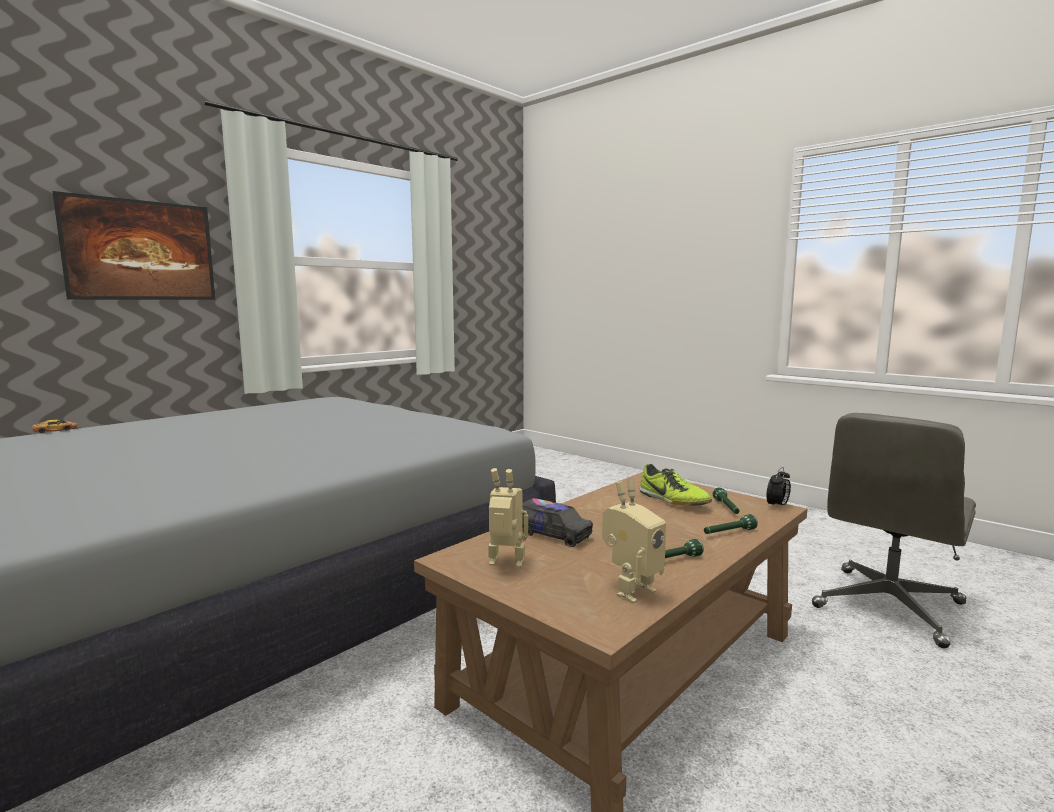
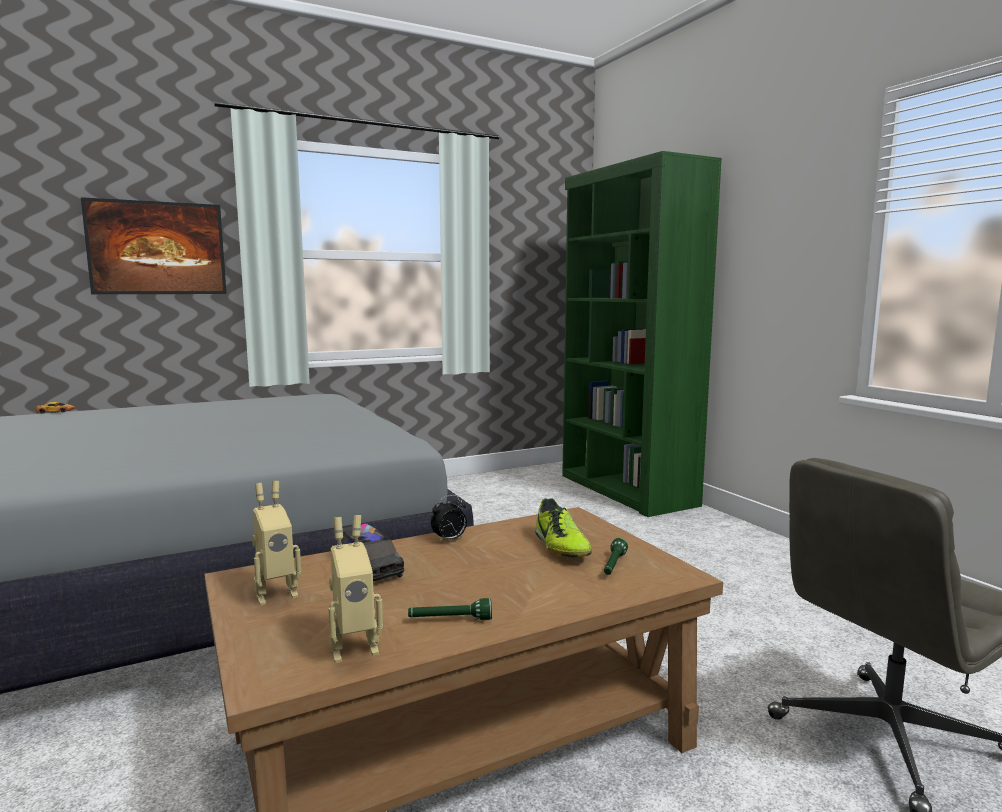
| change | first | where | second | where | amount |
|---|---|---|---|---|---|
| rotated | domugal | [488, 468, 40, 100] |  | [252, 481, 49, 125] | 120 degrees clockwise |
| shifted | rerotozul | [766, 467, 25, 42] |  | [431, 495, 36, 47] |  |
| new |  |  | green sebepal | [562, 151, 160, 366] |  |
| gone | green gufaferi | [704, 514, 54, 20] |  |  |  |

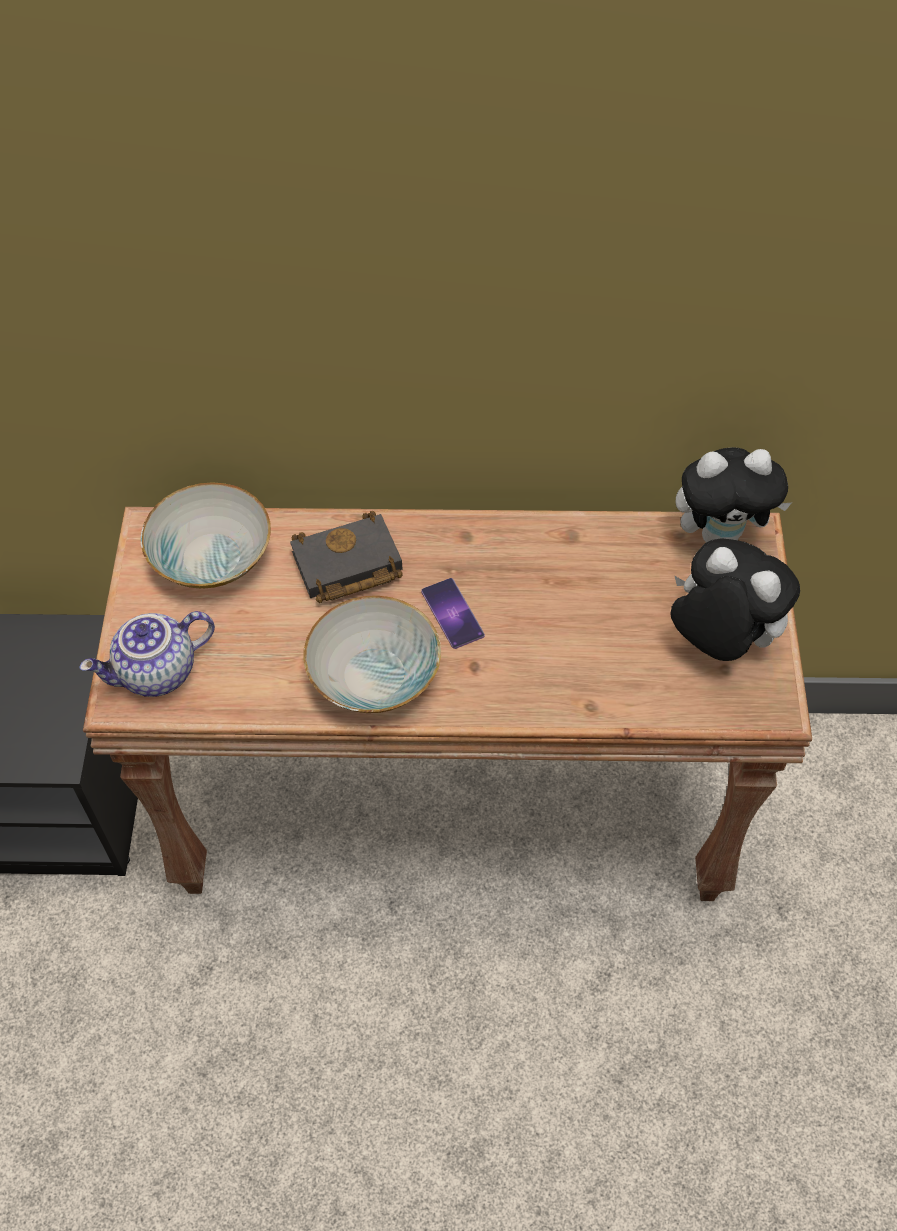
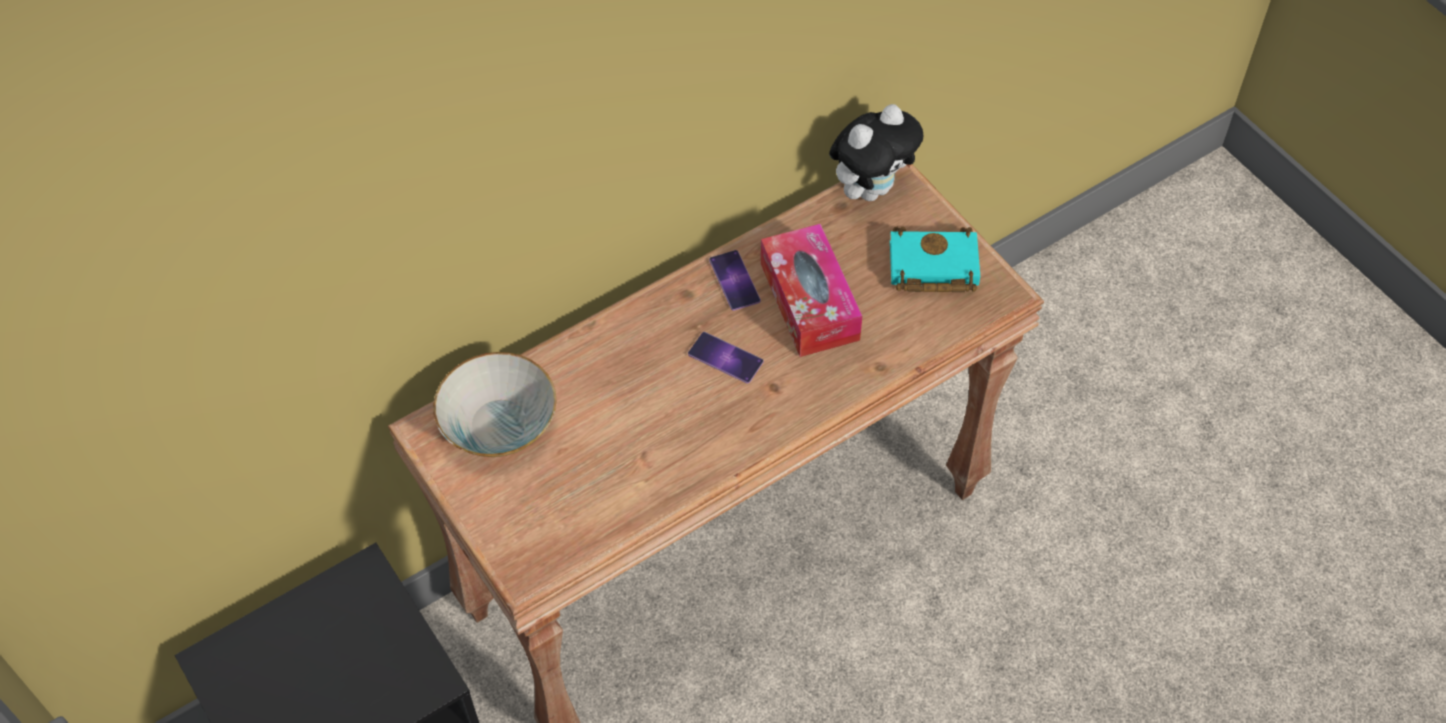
| change | first | where | second | where | amount |
|---|---|---|---|---|---|
| new |  |  | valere | [709, 250, 52, 61] |  |
| new |  |  | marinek | [761, 224, 101, 133] |  |
| swapped | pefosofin | [670, 538, 130, 123] | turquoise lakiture | [890, 227, 90, 65] |  |
| gone | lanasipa | [79, 611, 136, 86] |  |  |  |
| gone | black lakiture | [290, 511, 113, 92] |  |  |  |
| gone | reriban | [303, 596, 138, 117] |  |  |  |

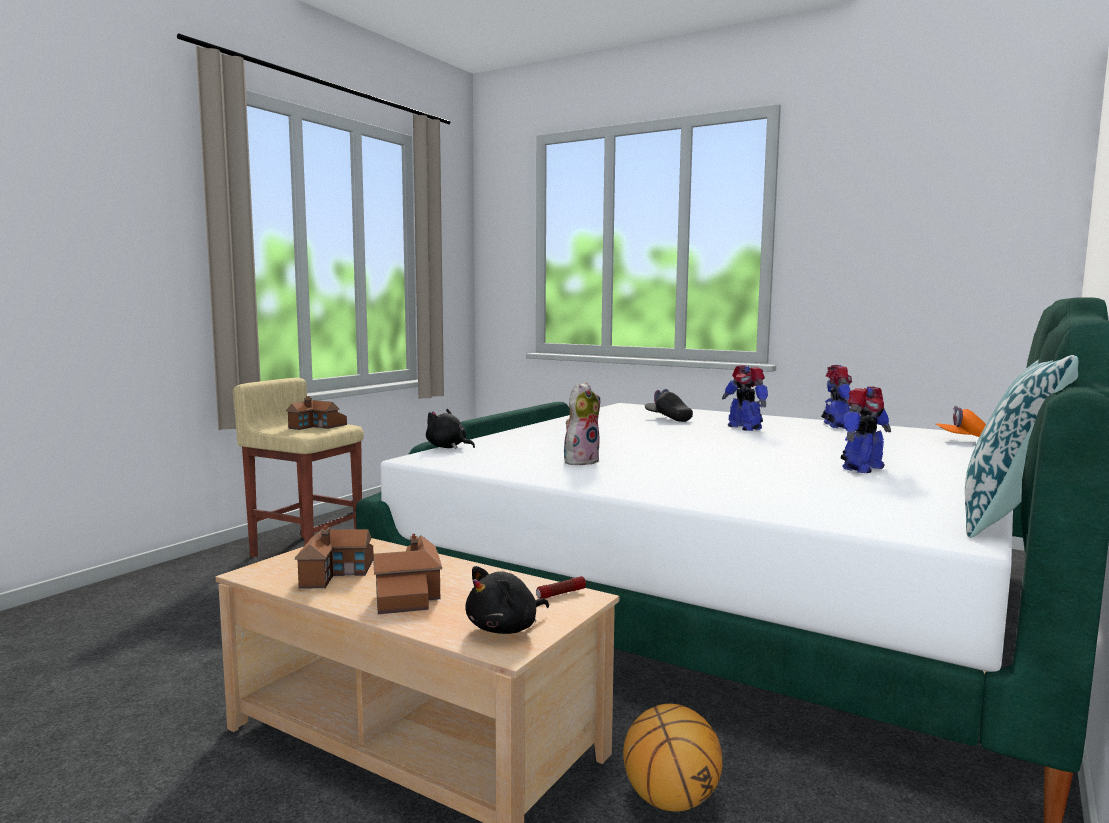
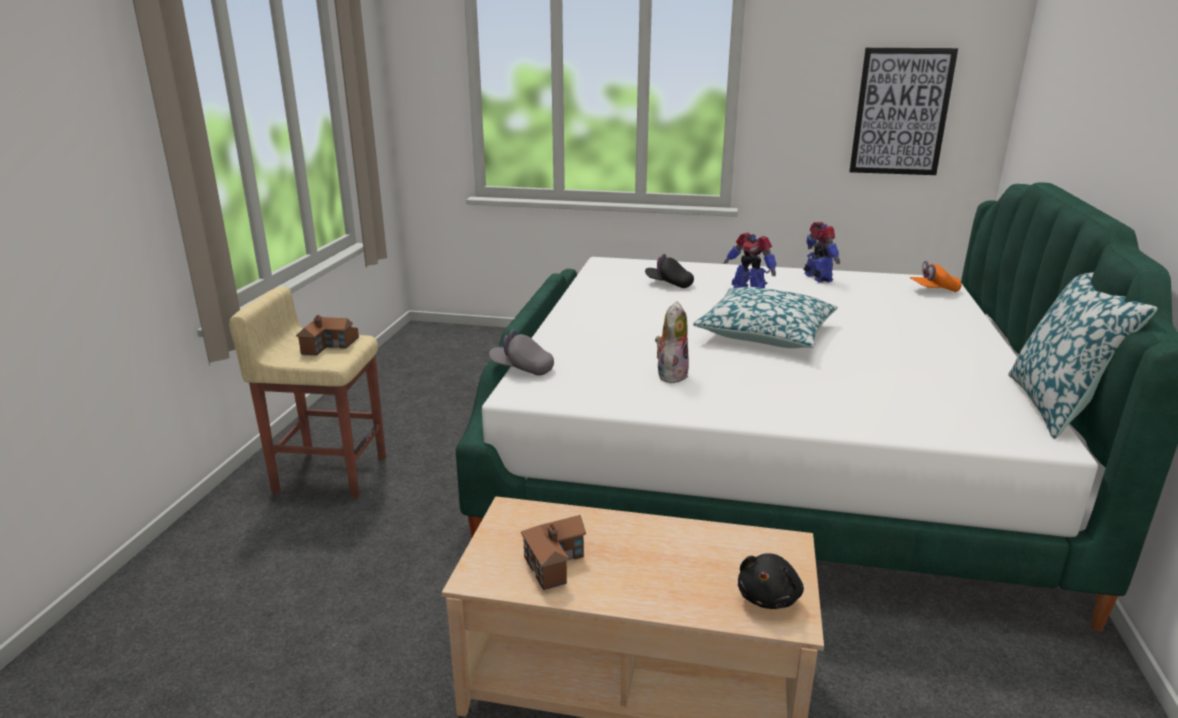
| change | first | where | second | where | amount |
|---|---|---|---|---|---|
| swapped | black pefosofin | [426, 409, 49, 40] | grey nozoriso | [489, 329, 65, 47] |  |
| new |  |  | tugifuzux | [693, 287, 145, 61] |  |
| new |  |  | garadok | [849, 48, 109, 127] |  |
| gone | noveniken | [373, 534, 69, 80] |  |  |  |
| gone | gufaferi | [536, 576, 50, 23] |  |  |  |
| gone | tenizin | [623, 704, 100, 108] |  |  |  |
| gone | domugal | [841, 387, 50, 86] |  |  |  |

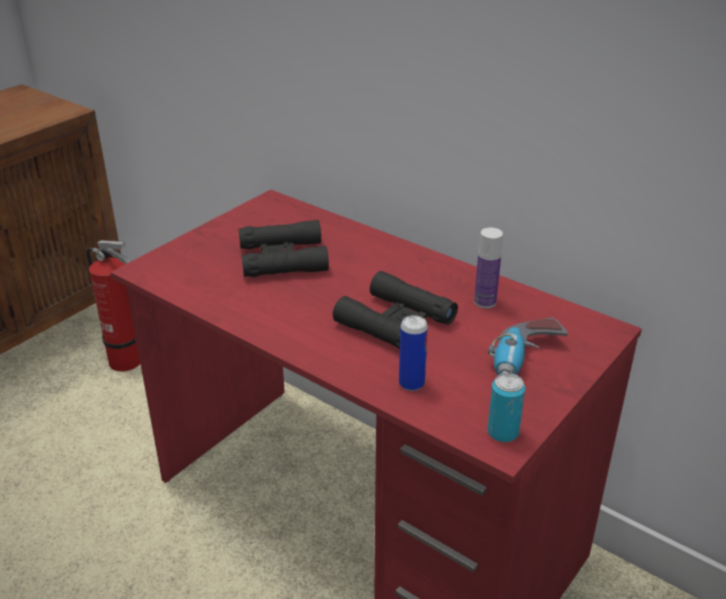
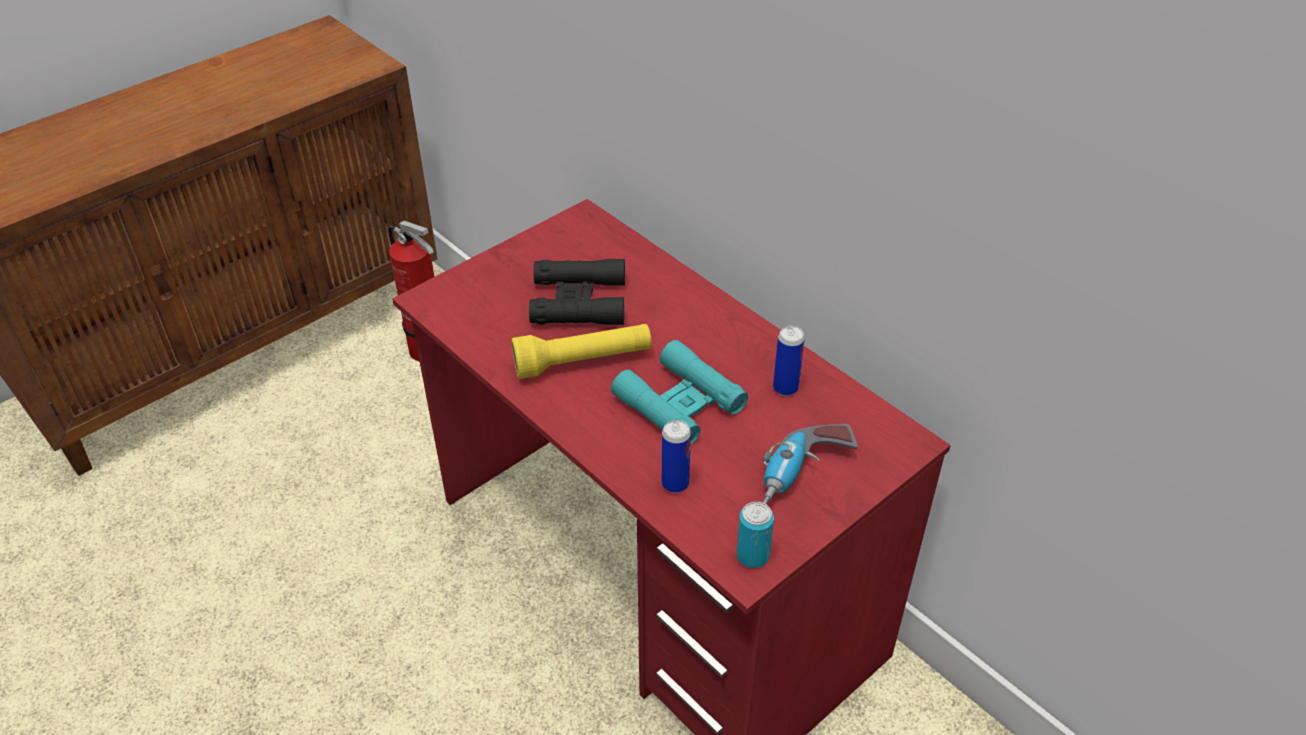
| change | first | where | second | where | amount |
|---|---|---|---|---|---|
| new |  |  | yellow gufaferi | [511, 324, 141, 55] |  |
| repainted | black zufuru | [333, 271, 125, 78] | turquoise zufuru | [611, 340, 137, 106] |  |
| swapped | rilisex | [474, 228, 29, 81] | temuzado | [773, 326, 32, 70] |  |

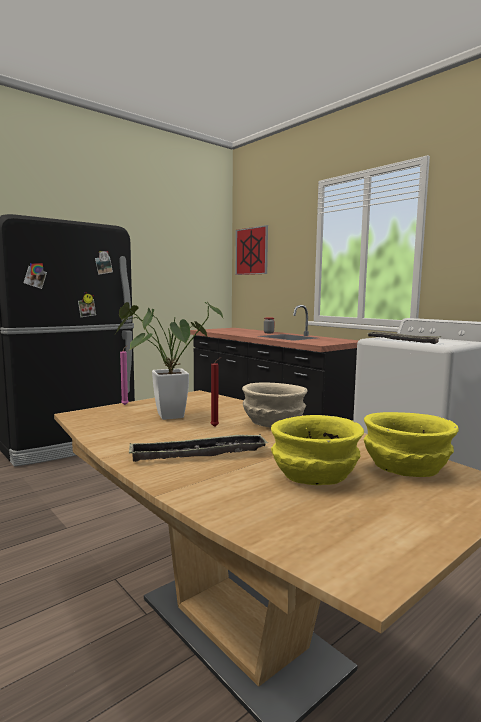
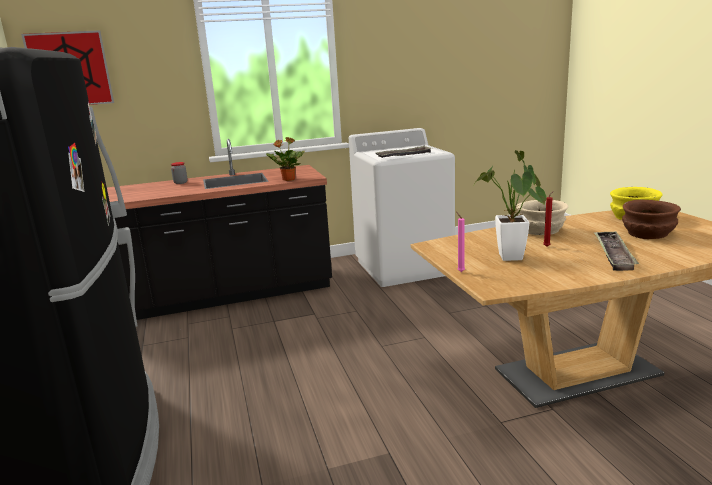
| change | first | where | second | where | amount |
|---|---|---|---|---|---|
| new |  |  | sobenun | [266, 137, 39, 44] |  |
| repainted | yellow reriban | [271, 415, 93, 70] | brown reriban | [622, 200, 59, 39] |  |

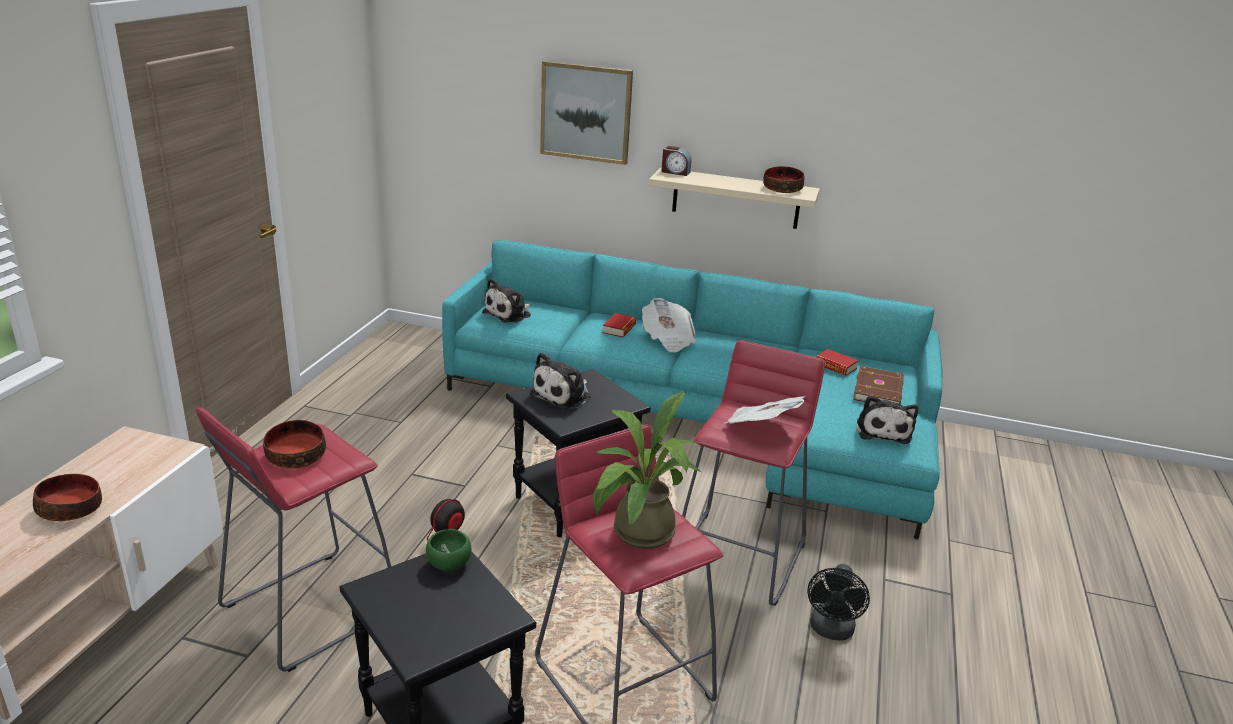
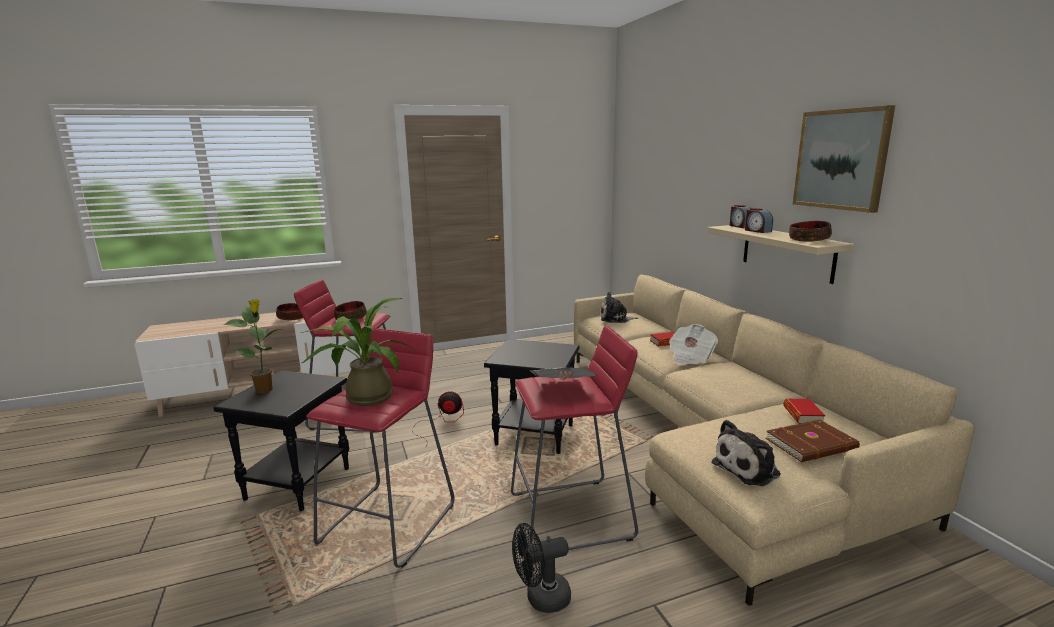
| change | first | where | second | where | amount |
|---|---|---|---|---|---|
| new |  |  | sobenun | [223, 299, 60, 95] |  |
| repainted | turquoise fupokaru | [442, 240, 500, 300] | beige fupokaru | [574, 275, 401, 331] |  |
| new |  |  | rerotozul | [745, 208, 28, 25] |  |
| shifted | garadok | [540, 61, 93, 104] |  | [793, 105, 102, 108] |  |
| gone | green reriban | [426, 529, 45, 42] |  |  |  |
| gone | pefosofin | [530, 352, 61, 57] |  |  |  |

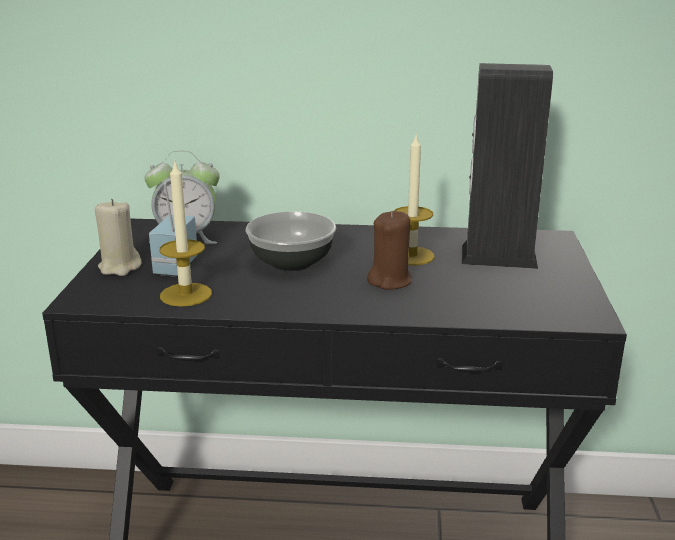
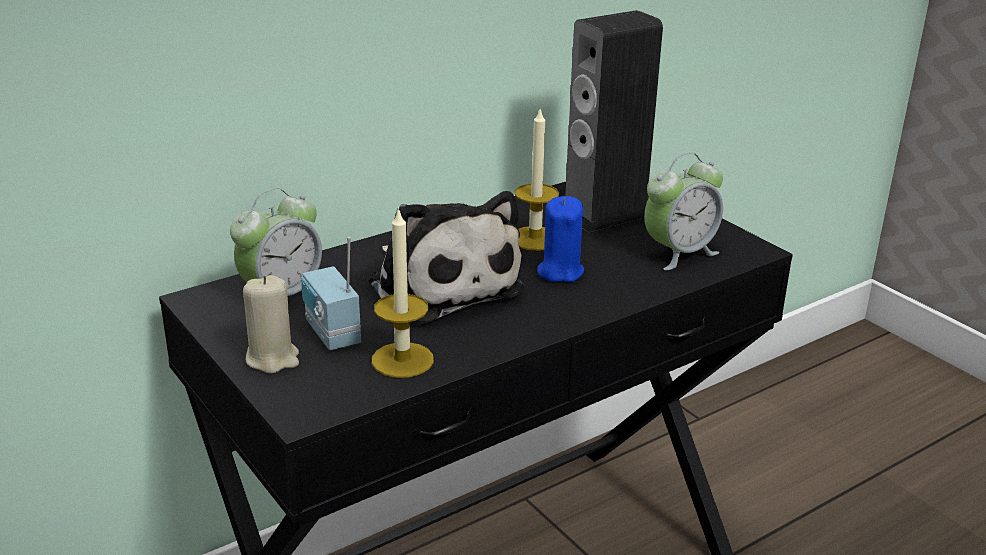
| change | first | where | second | where | amount |
|---|---|---|---|---|---|
| swapped | reriban | [246, 212, 90, 59] | pefosofin | [369, 191, 155, 134] |  |
| repainted | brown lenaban | [367, 211, 45, 79] | blue lenaban | [537, 196, 47, 86] |  |
| new |  |  | rerotozul | [644, 152, 79, 119] |  |

